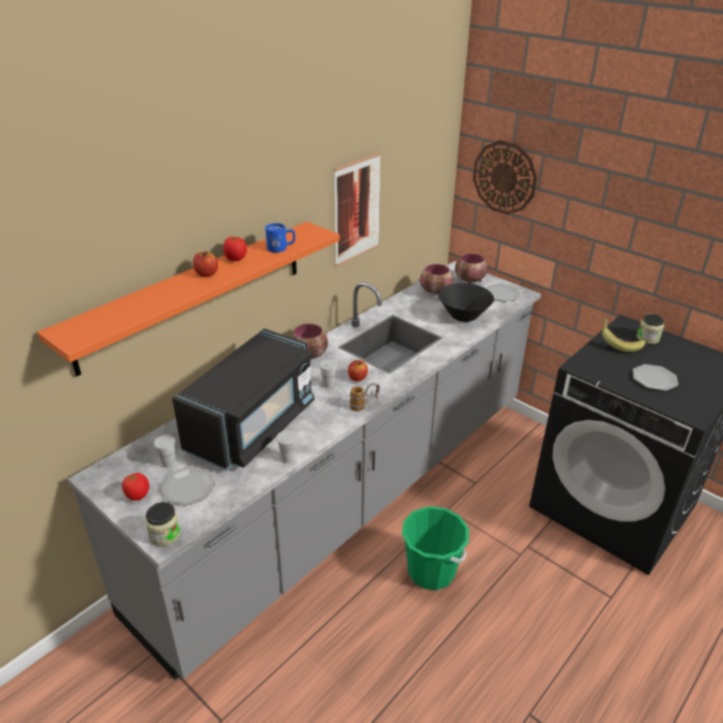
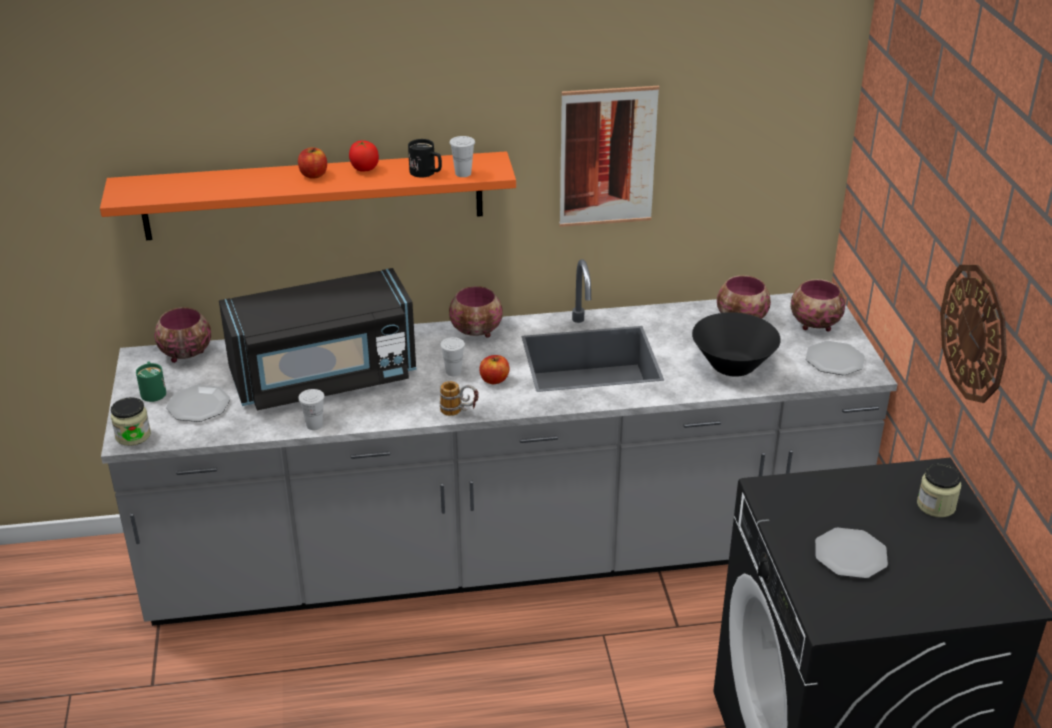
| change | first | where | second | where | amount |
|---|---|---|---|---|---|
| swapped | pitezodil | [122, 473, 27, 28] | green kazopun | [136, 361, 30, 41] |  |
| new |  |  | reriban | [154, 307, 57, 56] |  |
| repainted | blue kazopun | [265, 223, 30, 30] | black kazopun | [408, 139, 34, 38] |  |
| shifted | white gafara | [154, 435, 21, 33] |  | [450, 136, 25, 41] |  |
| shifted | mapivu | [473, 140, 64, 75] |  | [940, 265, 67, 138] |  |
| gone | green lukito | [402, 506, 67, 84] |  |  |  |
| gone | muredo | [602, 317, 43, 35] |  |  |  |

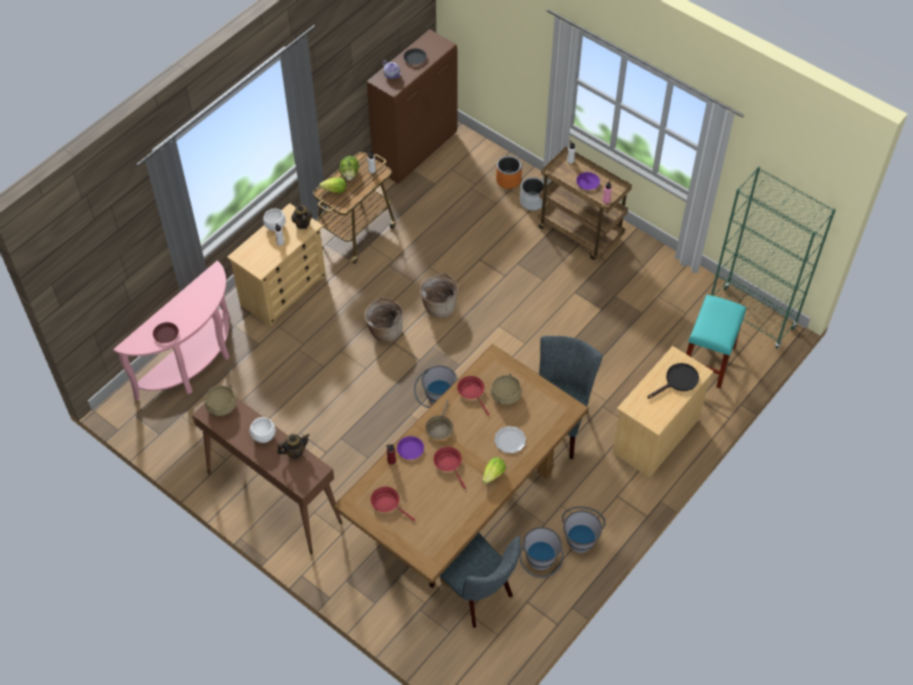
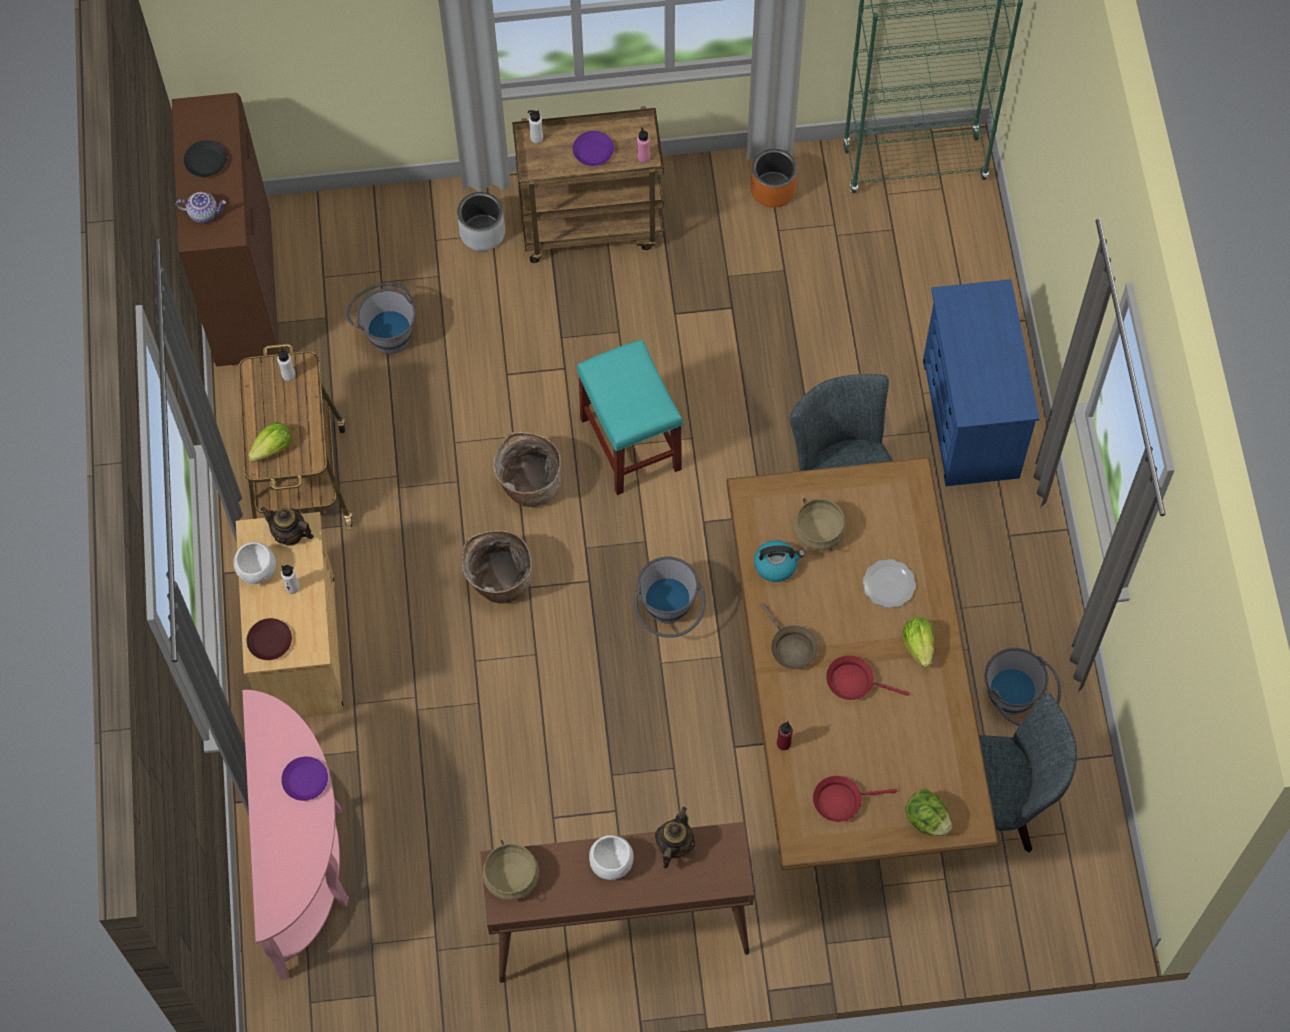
| change | first | where | second | where | amount |
|---|---|---|---|---|---|
| shifted | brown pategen | [153, 322, 26, 21] |  | [247, 618, 45, 42] |  |
| shifted | purple pategen | [397, 436, 27, 24] |  | [281, 757, 47, 44] |  |
| shifted | grey lukito | [562, 506, 44, 47] |  | [346, 283, 70, 71] |  |
| shifted | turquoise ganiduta | [686, 295, 60, 93] |  | [577, 339, 106, 156] |  |
| shifted | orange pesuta | [496, 156, 26, 33] |  | [750, 149, 47, 59] |  |
| swapped | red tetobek | [457, 376, 33, 39] | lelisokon | [754, 540, 51, 42] |  |
| shifted | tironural | [339, 156, 20, 25] |  | [905, 789, 47, 47] |  |
| repainted | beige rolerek | [612, 346, 102, 132] | blue rolerek | [923, 279, 117, 207] |  |
| gone | black tetobek | [647, 363, 52, 36] |  |  |  |

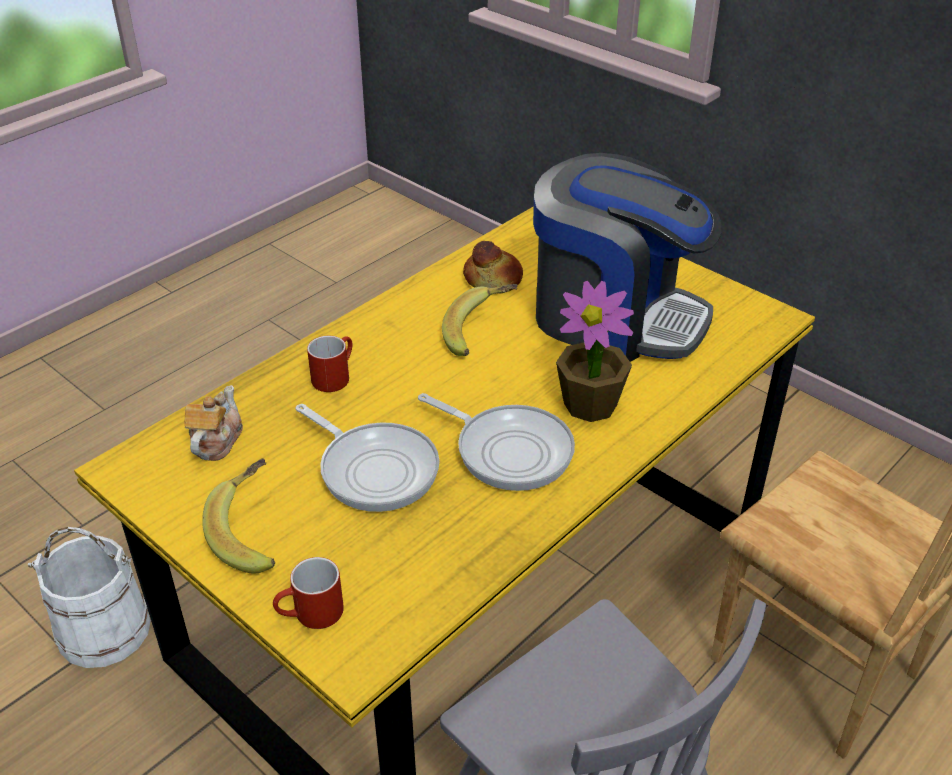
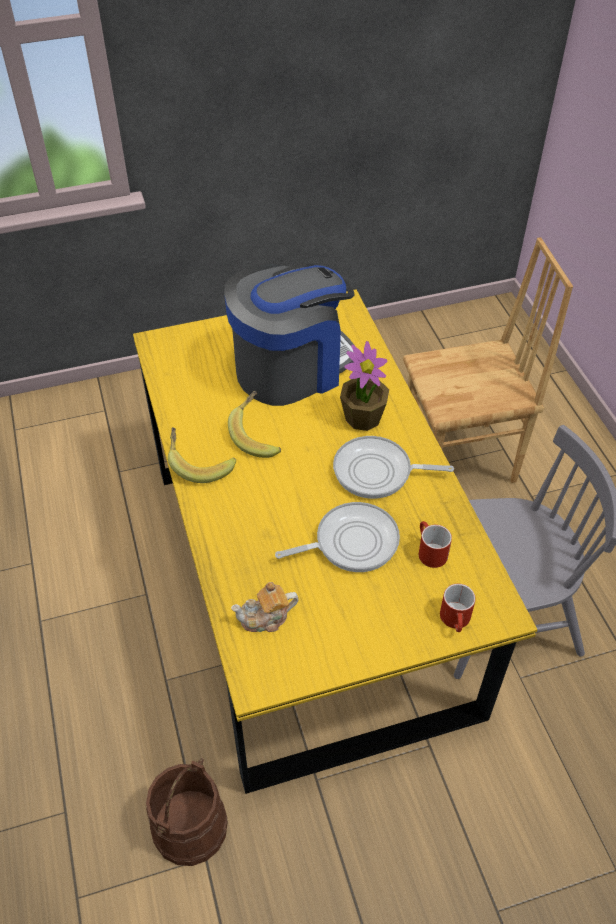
| change | first | where | second | where | amount |
|---|---|---|---|---|---|
| repainted | white lukito | [28, 527, 123, 141] | brown lukito | [146, 758, 82, 108] |  |
| shifted | muredo | [202, 458, 73, 115] |  | [168, 427, 68, 56] |  |
| rotated | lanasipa | [184, 385, 59, 76] |  | [231, 582, 68, 50] | 60 degrees counterclockwise |
| rotated | tetobek | [418, 393, 157, 98] |  | [333, 436, 121, 63] | 150 degrees counterclockwise |
| shifted | red kazopun | [307, 336, 46, 56] |  | [419, 521, 33, 47] |  |
| gone | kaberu | [463, 241, 60, 53] |  |  |  |

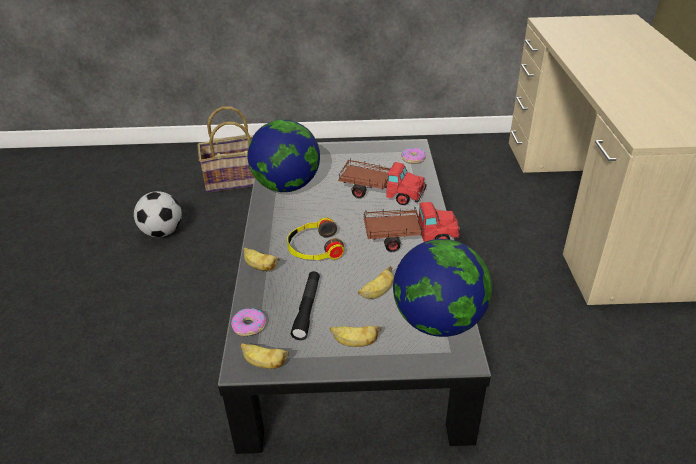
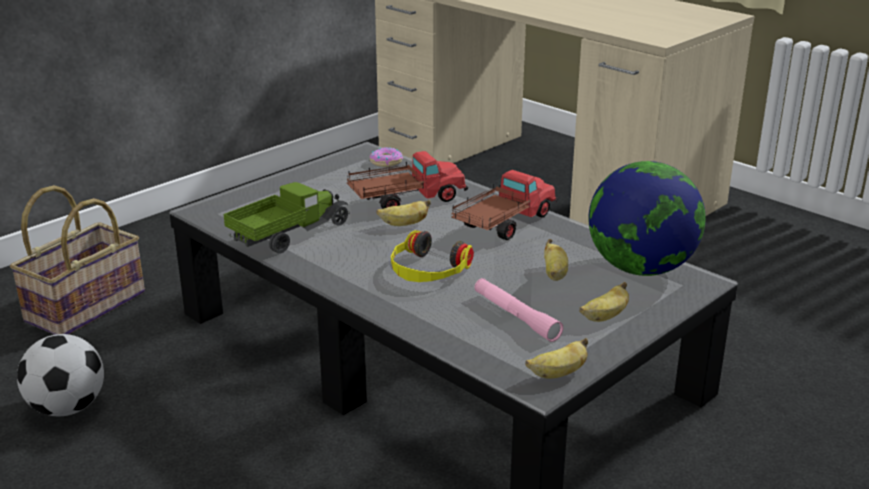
| change | first | where | second | where | amount |
|---|---|---|---|---|---|
| swapped | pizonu | [247, 120, 73, 72] | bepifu | [224, 182, 126, 71] |  |
| shifted | muredo | [243, 248, 36, 23] |  | [376, 200, 55, 26] |  |
| repainted | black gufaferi | [291, 271, 29, 69] | pink gufaferi | [474, 278, 89, 64] |  |
| gone | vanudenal | [231, 308, 35, 28] |  |  |  |

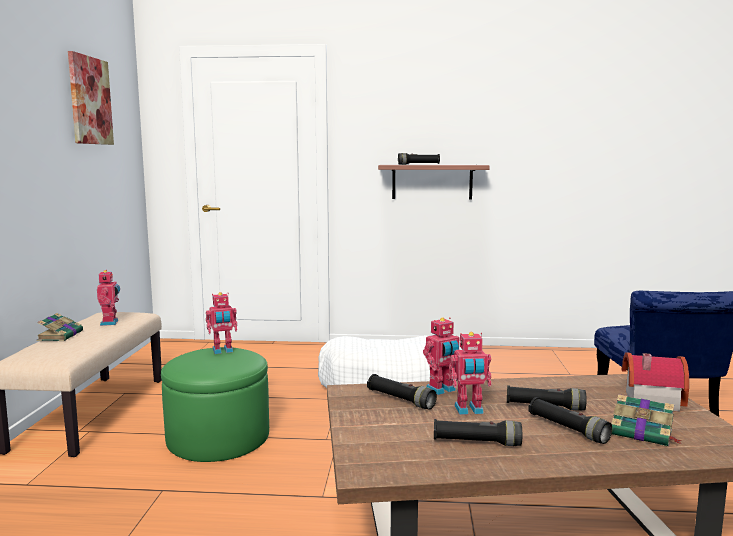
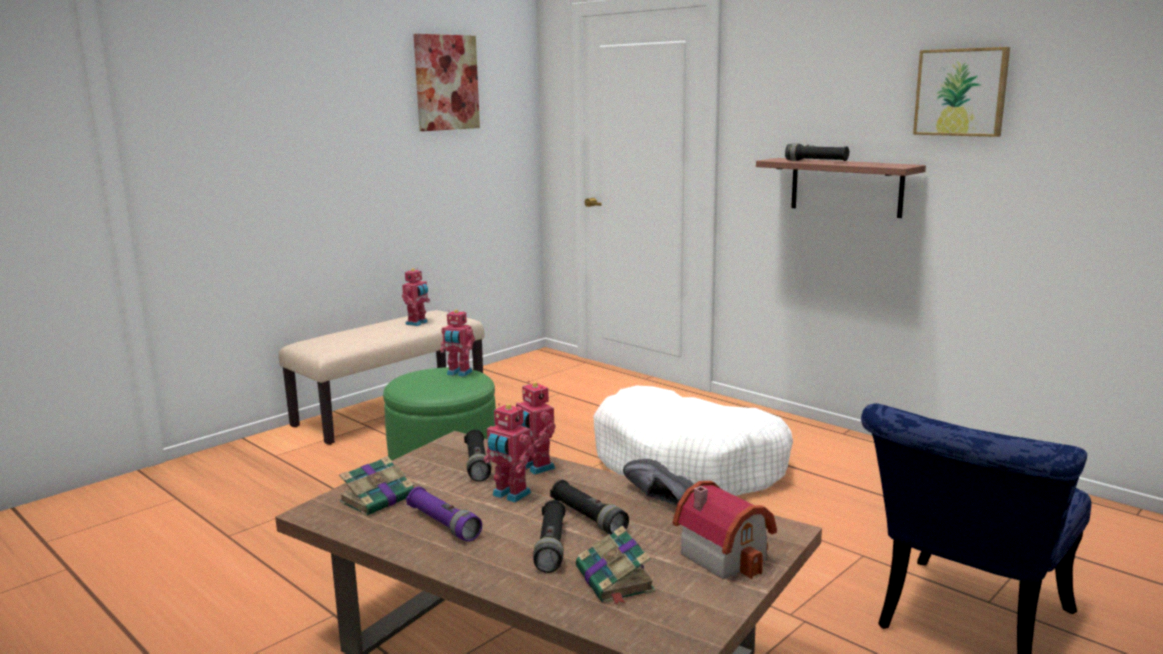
| change | first | where | second | where | amount |
|---|---|---|---|---|---|
| shifted | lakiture | [37, 313, 46, 28] |  | [339, 456, 76, 60] |  |
| repainted | black gufaferi | [434, 419, 88, 27] | purple gufaferi | [406, 487, 76, 55] |  |
| rotated | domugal | [423, 317, 36, 78] |  | [516, 381, 40, 94] | 45 degrees clockwise |
| new |  |  | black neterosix | [623, 459, 71, 46] |  |
| new |  |  | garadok | [913, 47, 97, 90] |  |

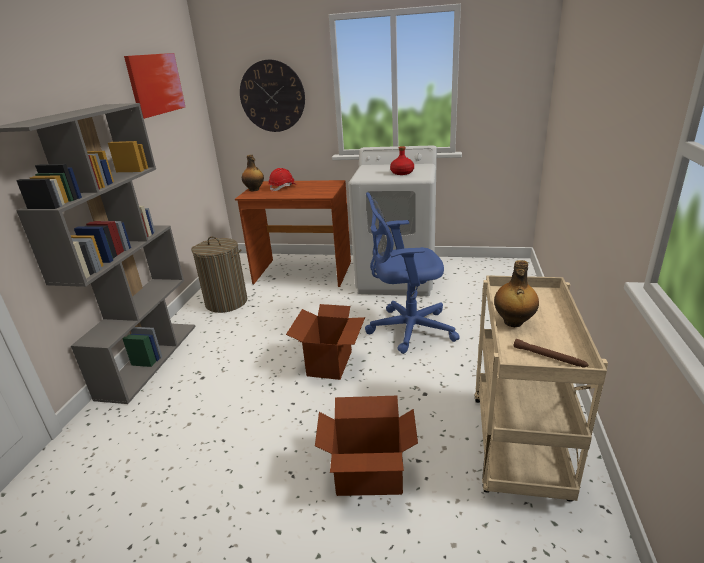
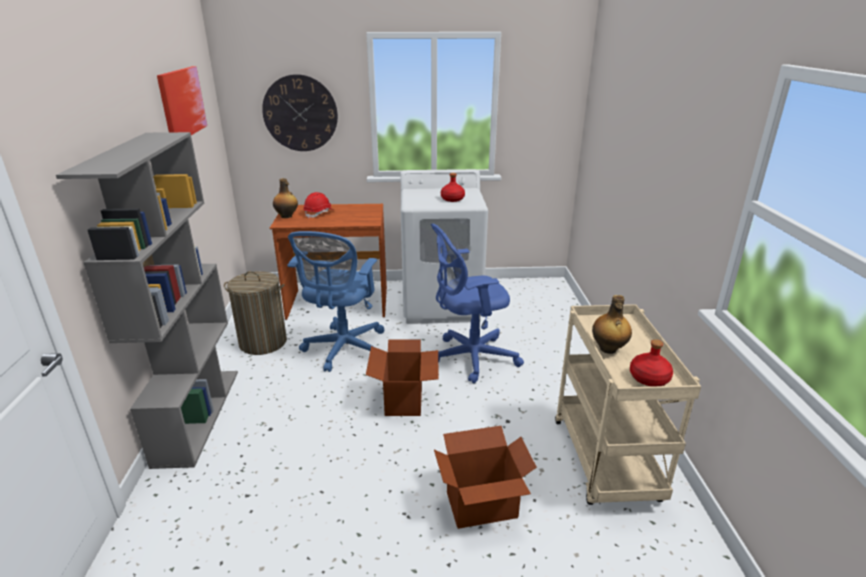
| change | first | where | second | where | amount |
|---|---|---|---|---|---|
| new |  |  | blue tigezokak | [287, 231, 97, 141] |  |
| swapped | brown gufaferi | [514, 339, 74, 29] | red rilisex | [630, 339, 43, 48] |  |

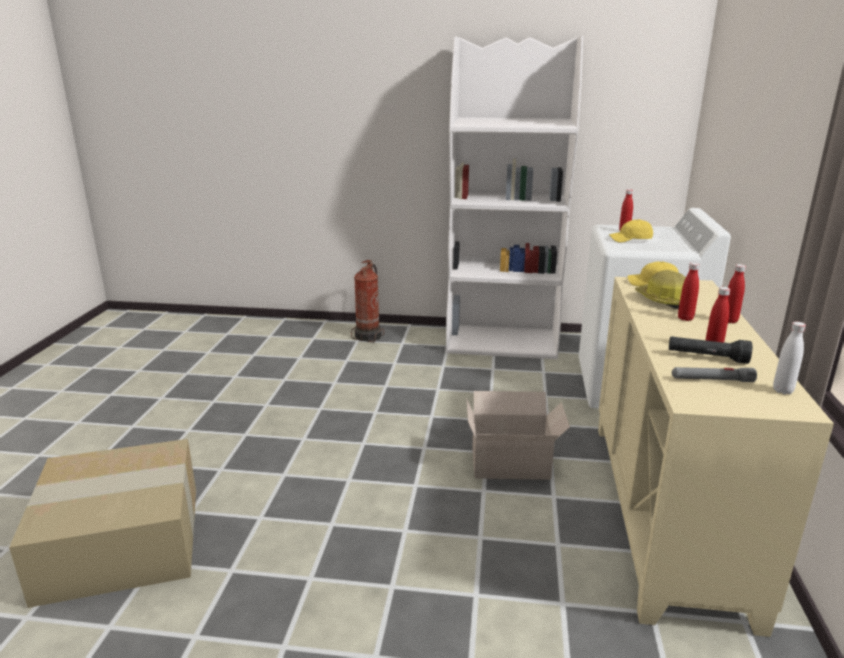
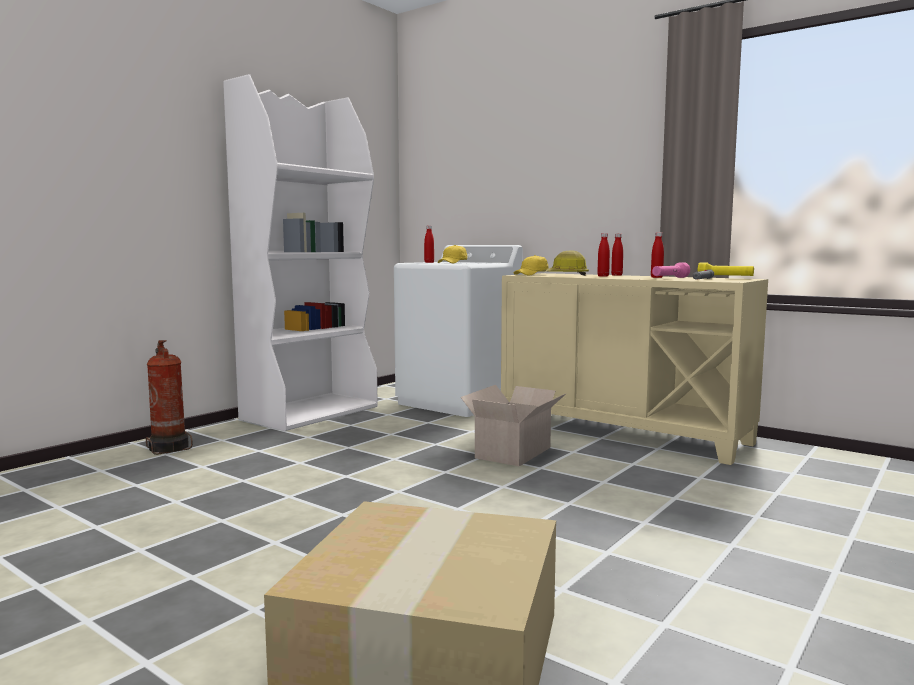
| change | first | where | second | where | amount |
|---|---|---|---|---|---|
| repainted | black gufaferi | [669, 336, 83, 28] | pink gufaferi | [652, 262, 38, 16] |  |
| swapped | white rilisex | [773, 322, 33, 72] | yellow gufaferi | [697, 262, 57, 14] |  |

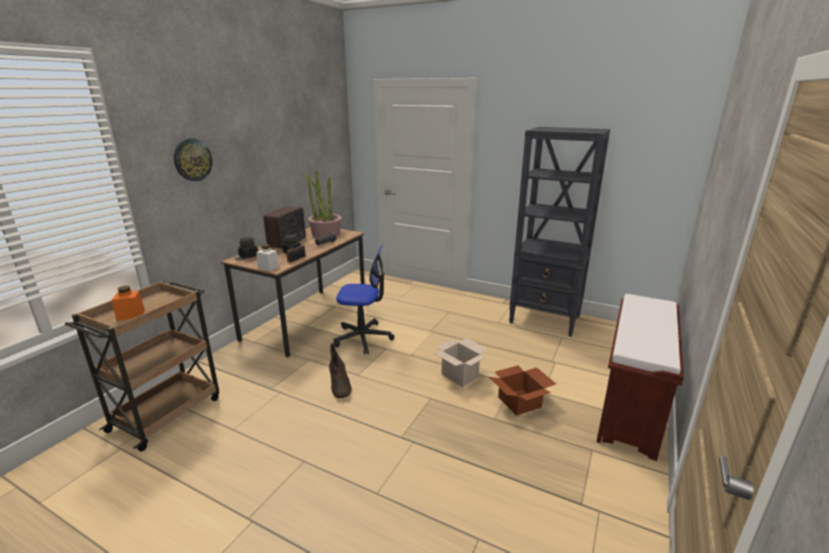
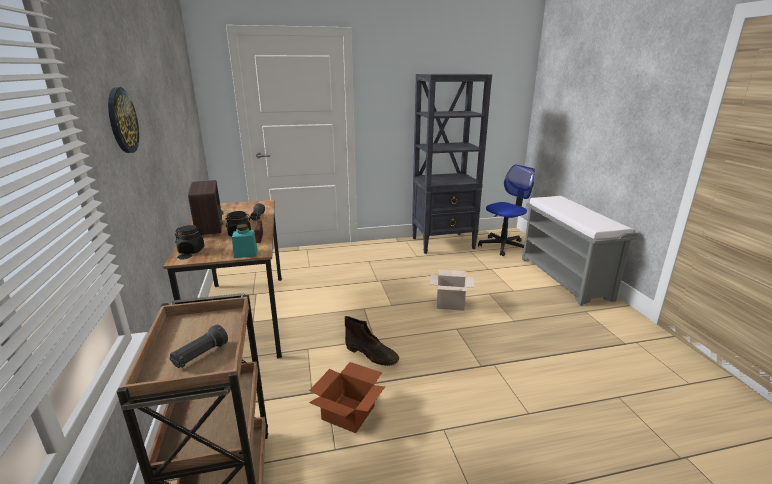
| change | first | where | second | where | amount |
|---|---|---|---|---|---|
| swapped | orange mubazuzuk | [112, 286, 33, 35] | black gufaferi | [169, 324, 59, 44] |  |
| repainted | white mubazuzuk | [256, 244, 23, 27] | turquoise mubazuzuk | [232, 224, 25, 34] |  |
| shifted | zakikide | [489, 365, 67, 51] |  | [309, 362, 76, 71] |  |
| shifted | tigezokak | [334, 243, 61, 112] |  | [478, 165, 57, 91] |  |
| repainted | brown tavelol | [596, 294, 88, 167] | grey tavelol | [522, 196, 115, 110] |  |
| gone | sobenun | [305, 170, 37, 68] |  |  |  |

